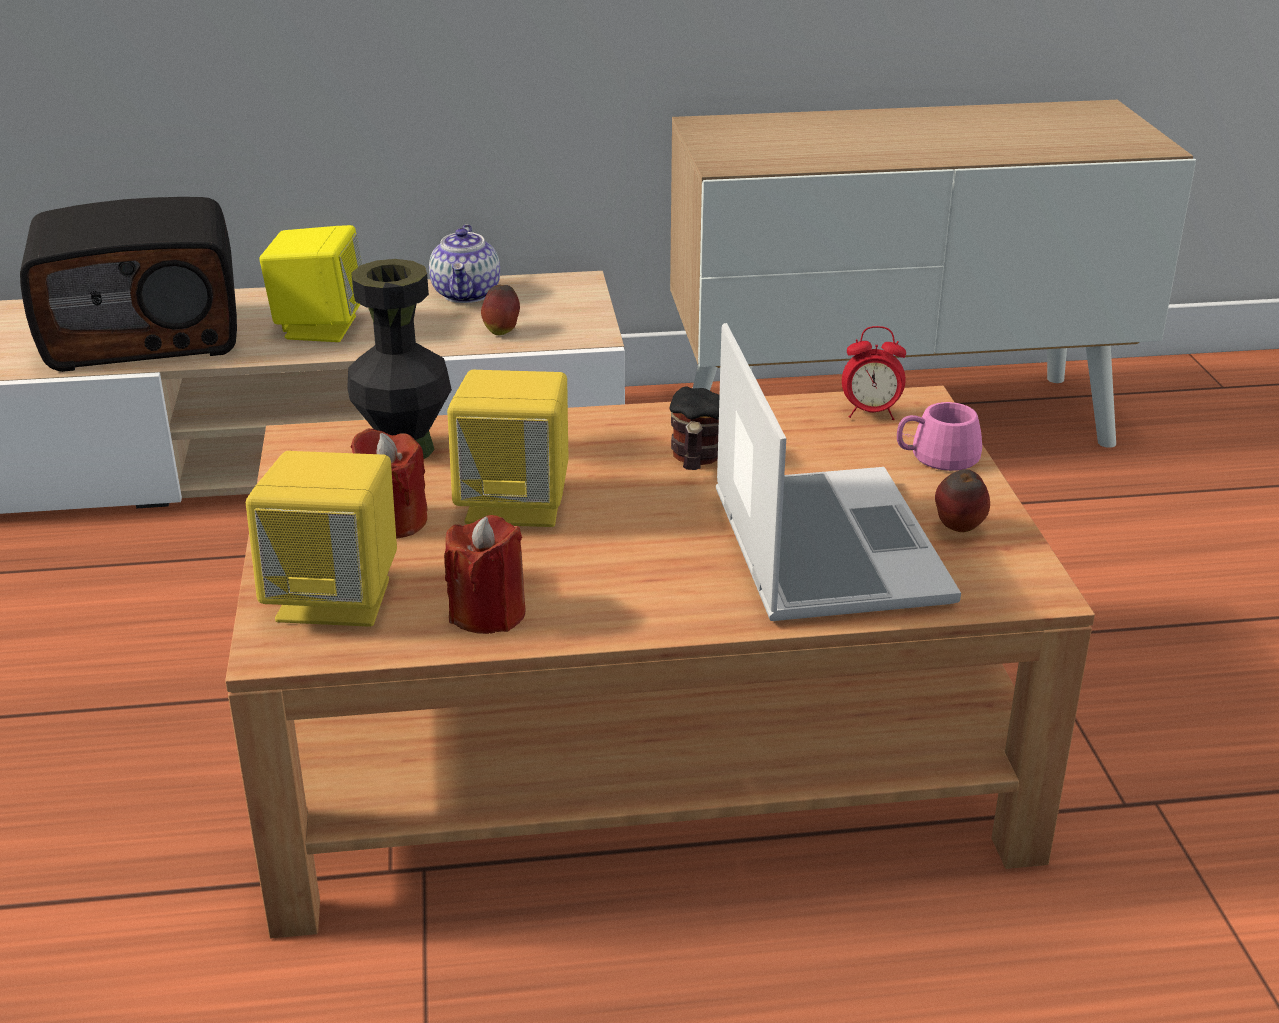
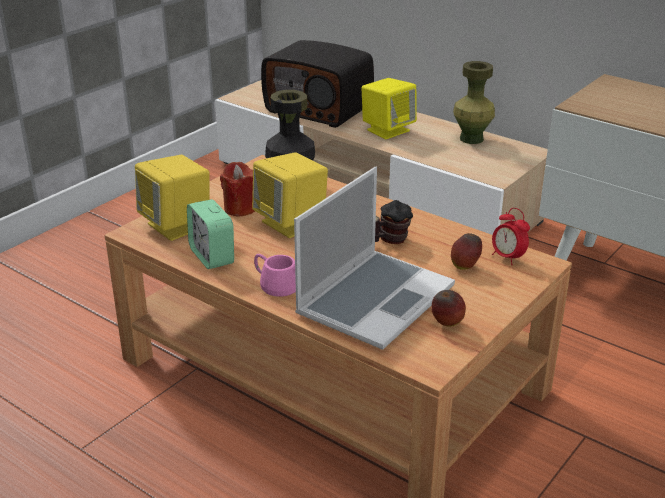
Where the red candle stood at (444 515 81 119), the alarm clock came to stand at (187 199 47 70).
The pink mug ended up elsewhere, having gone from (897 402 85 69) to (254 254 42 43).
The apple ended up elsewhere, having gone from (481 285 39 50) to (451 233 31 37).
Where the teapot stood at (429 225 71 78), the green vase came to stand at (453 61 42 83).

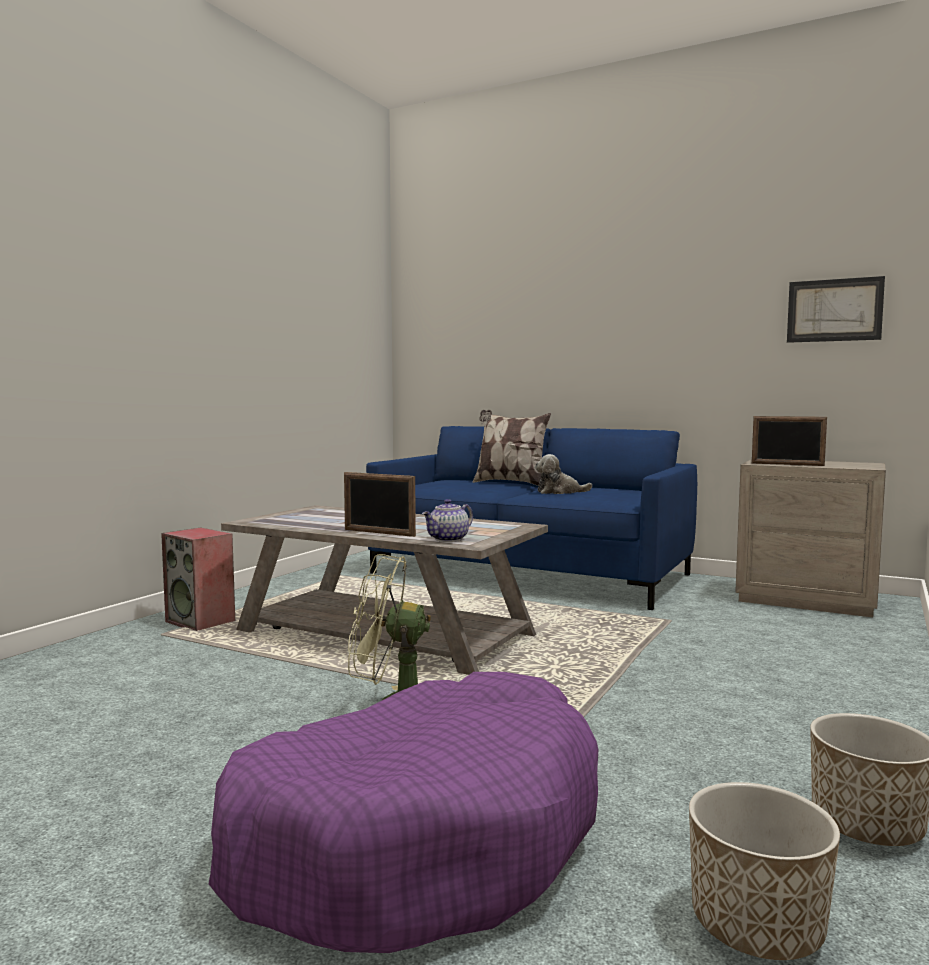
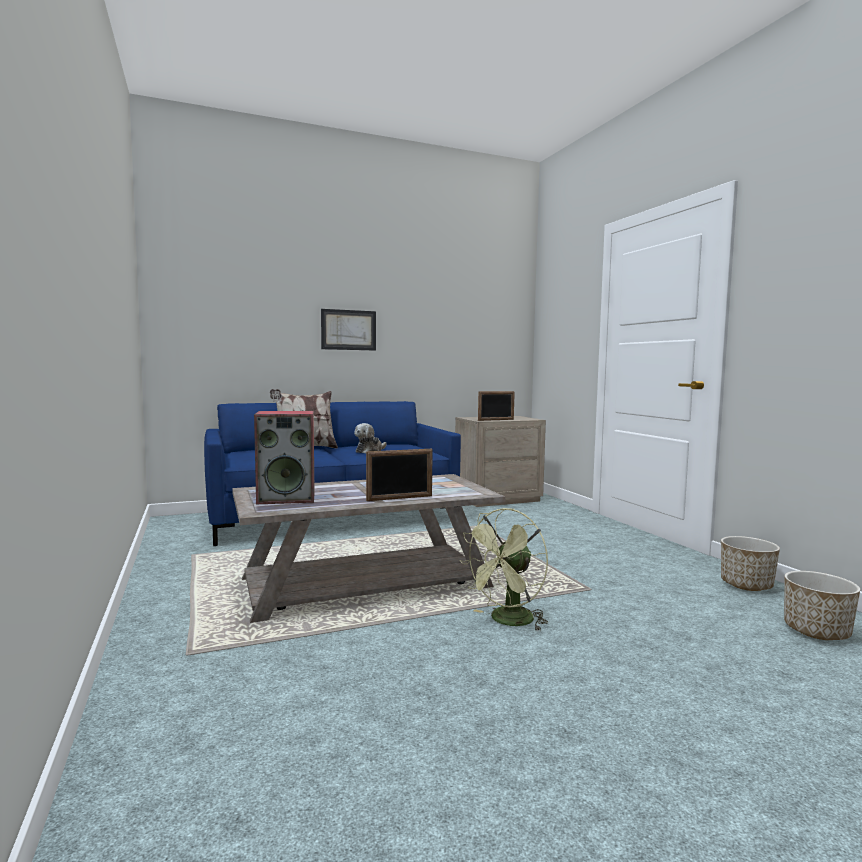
The speaker ended up elsewhere, having gone from (161 527 74 104) to (254 411 61 93).
The picture ended up elsewhere, having gone from (787 276 98 67) to (321 309 55 41).
The second view lost the purple dog bed at (209 672 390 281).
The second view lost the teapot at (422 499 51 43).

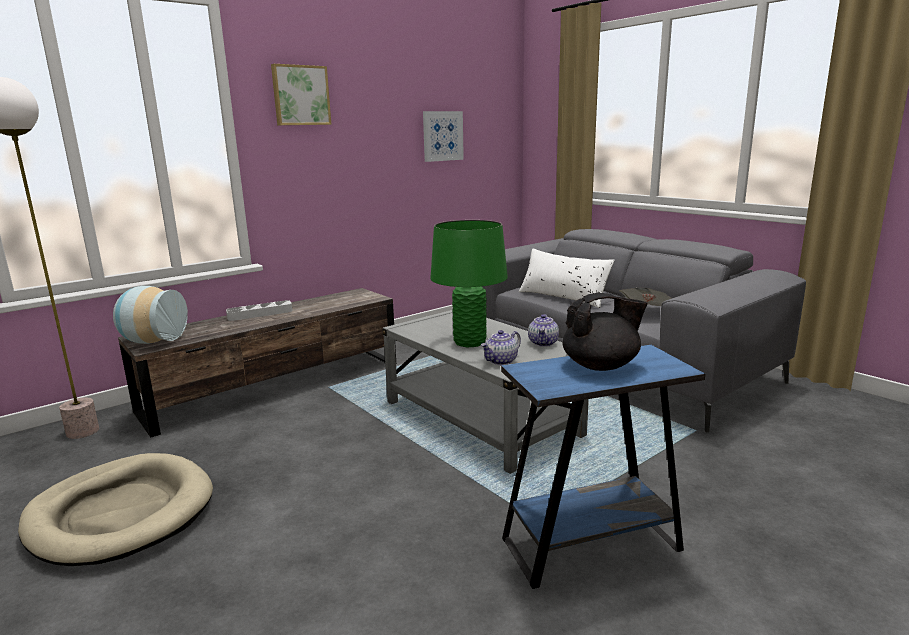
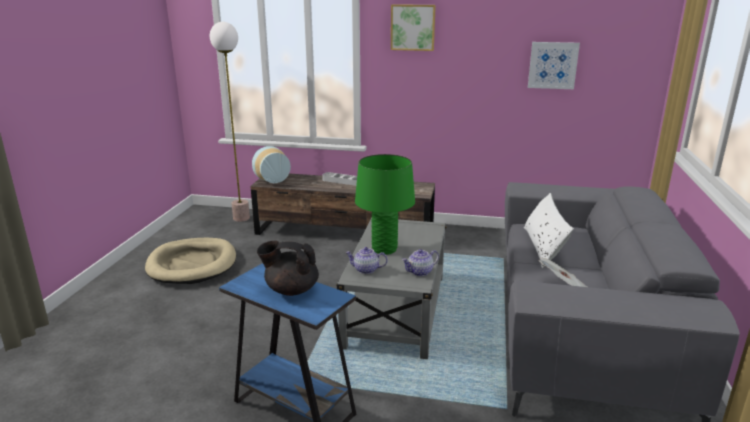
The black teapot at (562 293 85 78) ended up facing another way, 150 degrees clockwise from before.

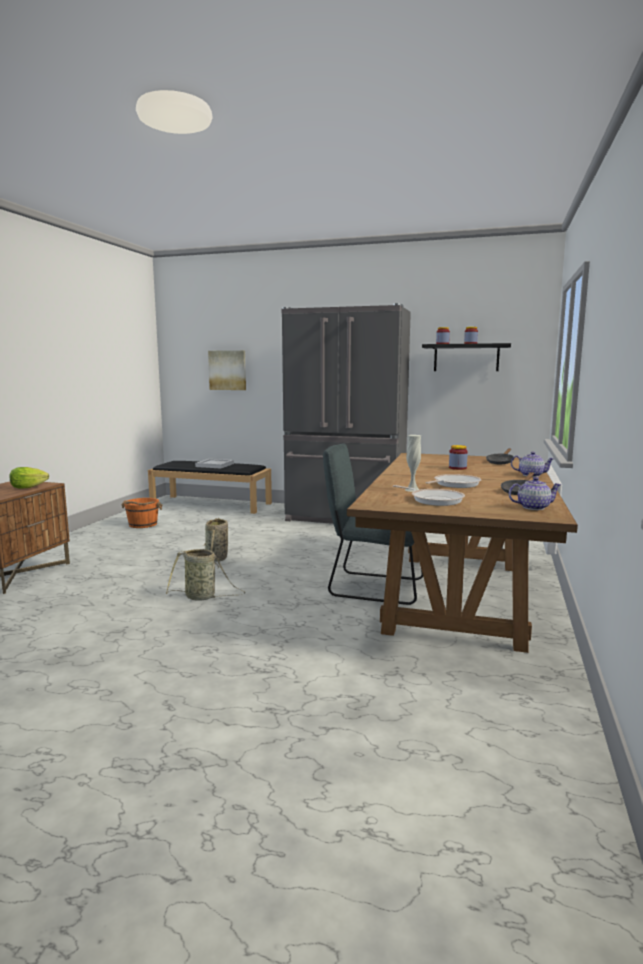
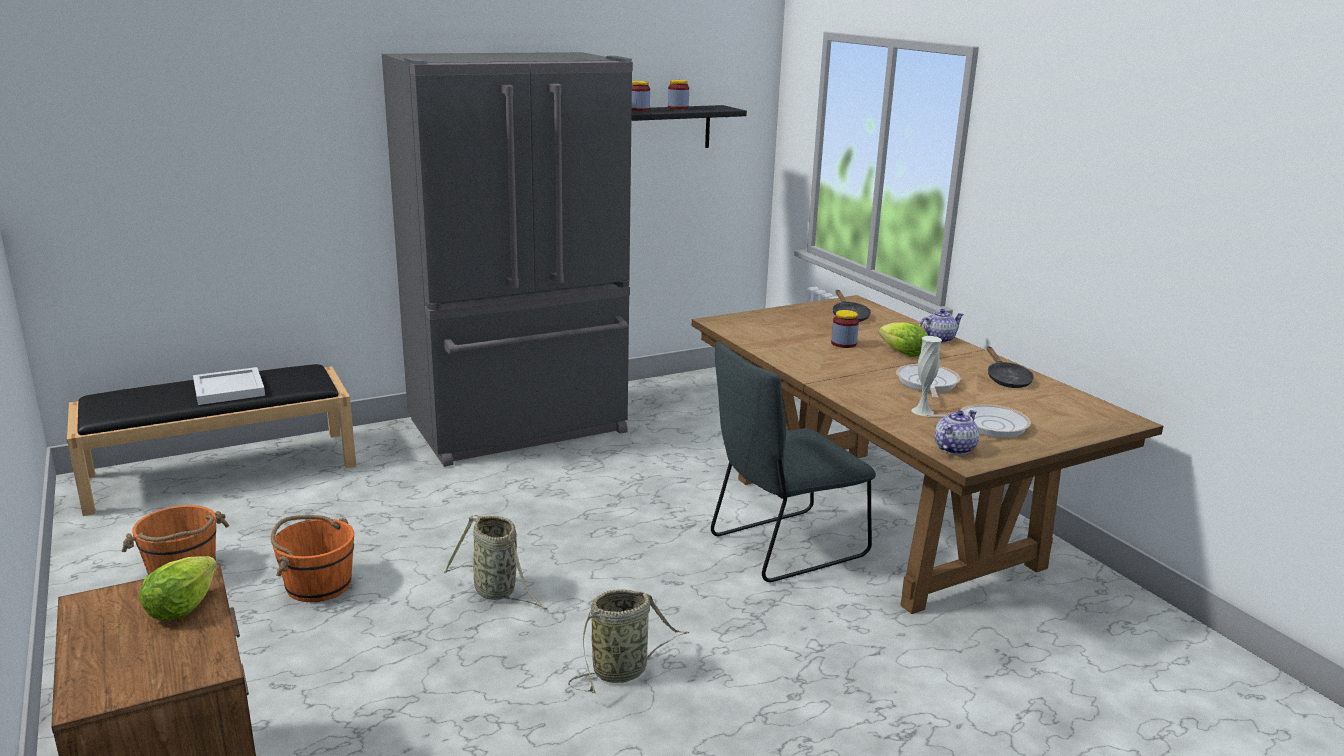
The second view gained the orange bucket at (271 515 83 87).
The second view gained the lettuce at (879 322 49 35).
The teapot ended up elsewhere, having gone from (509 477 52 33) to (935 410 44 45).
The second view lost the picture at (208 350 38 40).

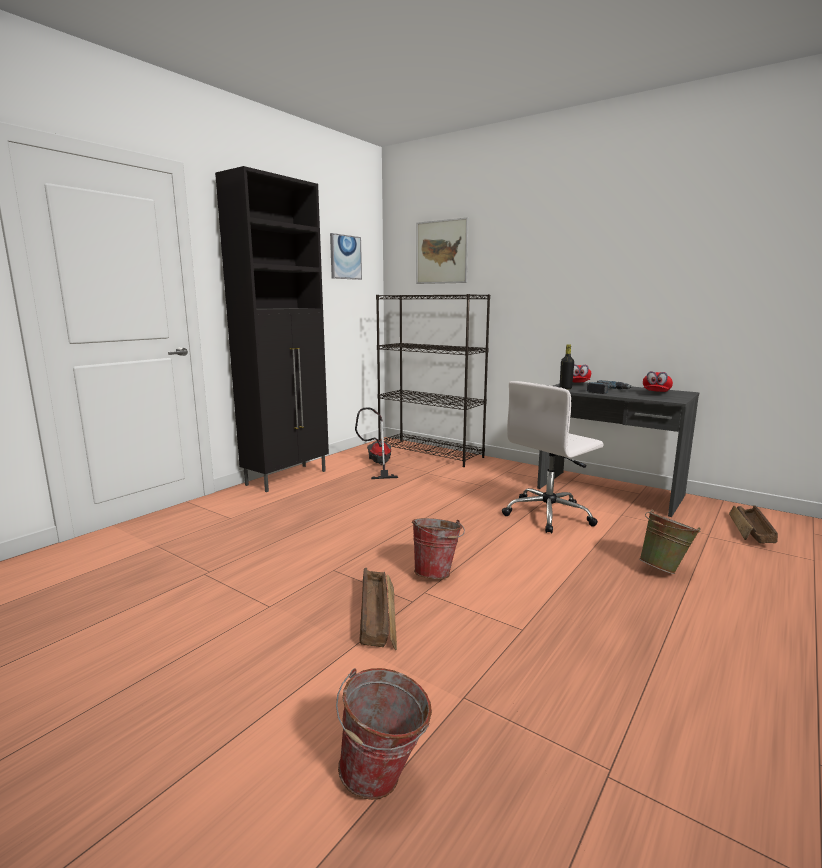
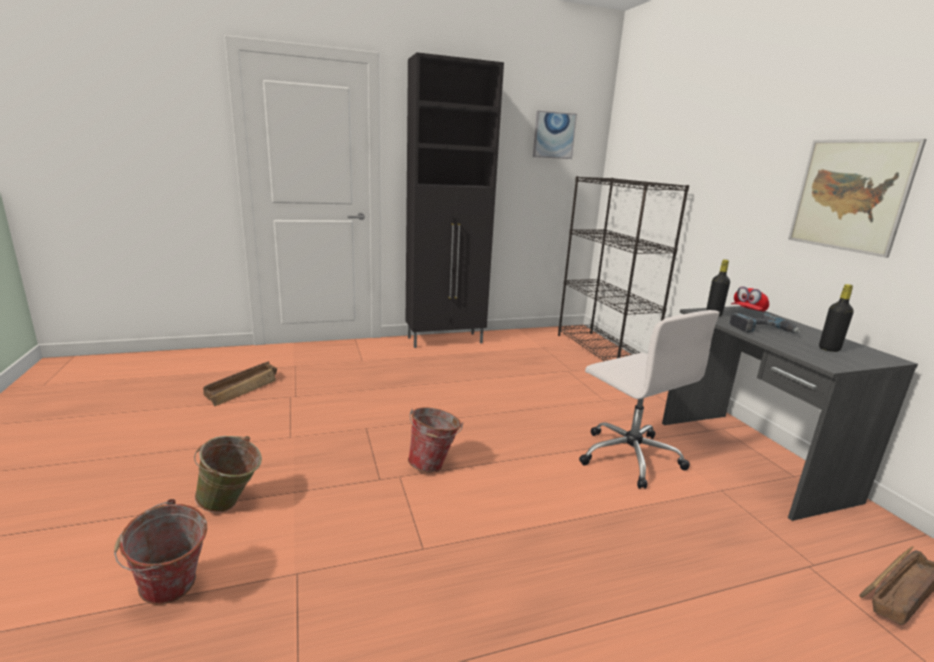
The green bucket ended up elsewhere, having gone from (639 510 62 64) to (194 436 68 77).
The crate ended up elsewhere, having gone from (360 567 37 83) to (203 361 74 45).
The white office chair at (502 381 101 152) ended up facing another way, 120 degrees counterclockwise from before.
The picture ended up elsewhere, having gone from (416 217 53 67) to (788 139 139 119).
Where the red cap stood at (643 371 30 21), the black bottle came to stand at (819 284 35 68).
The second view lost the vacuum cleaner at (355 407 43 72).

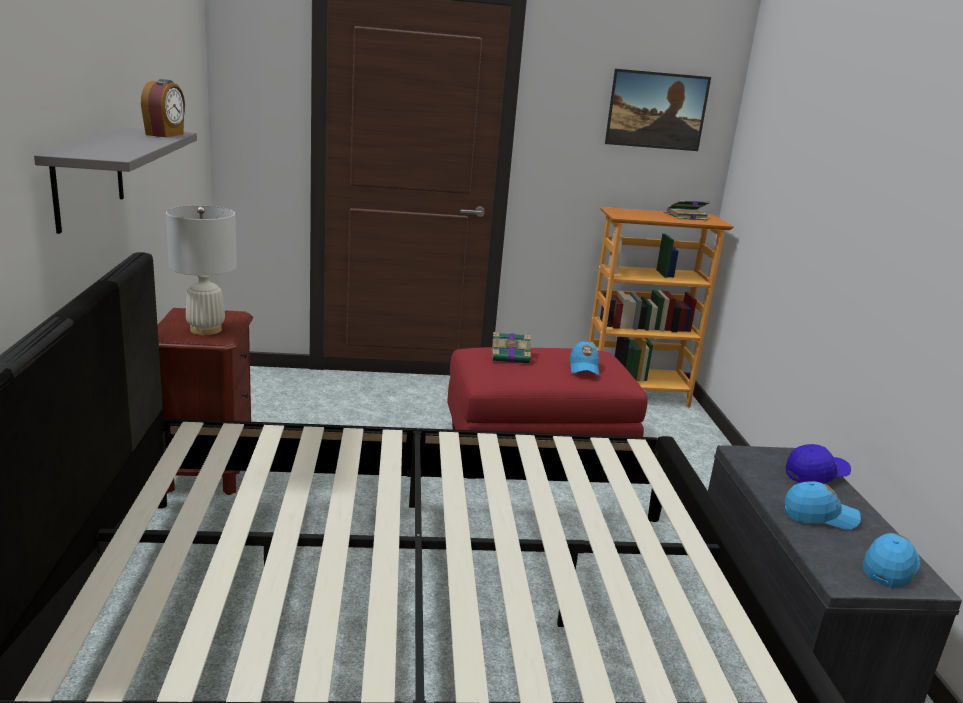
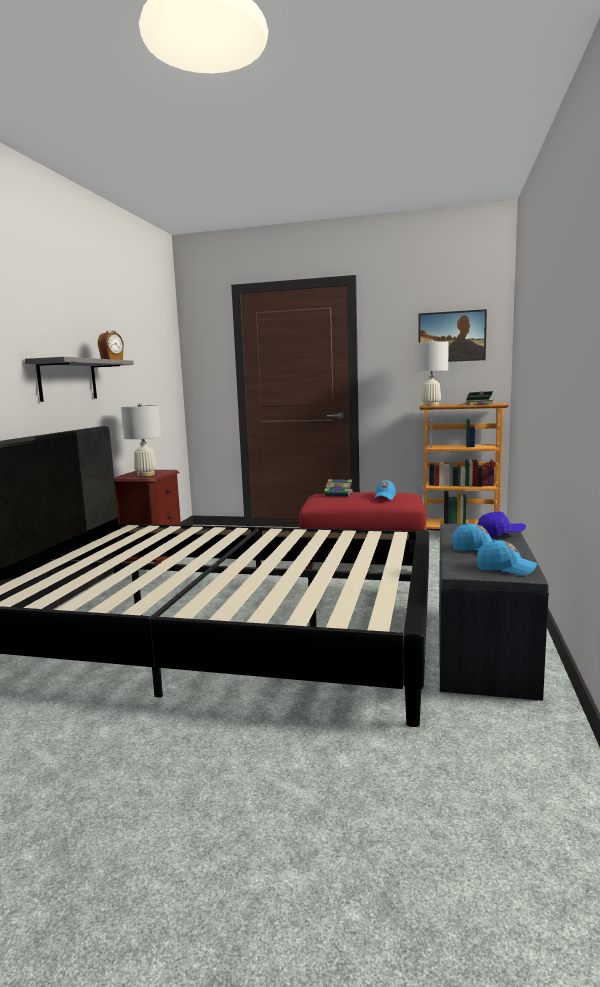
The second view gained the white table lamp at (415 340 34 66).
The blue cap at (863 533 57 55) ended up facing another way, 60 degrees clockwise from before.

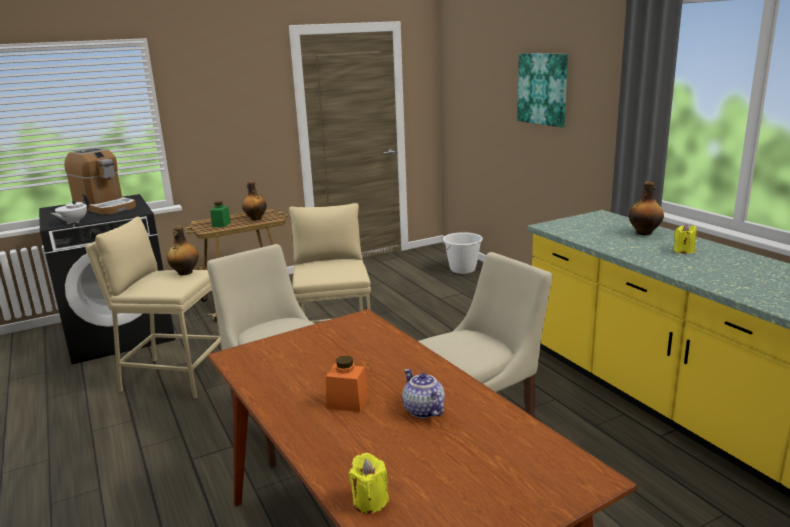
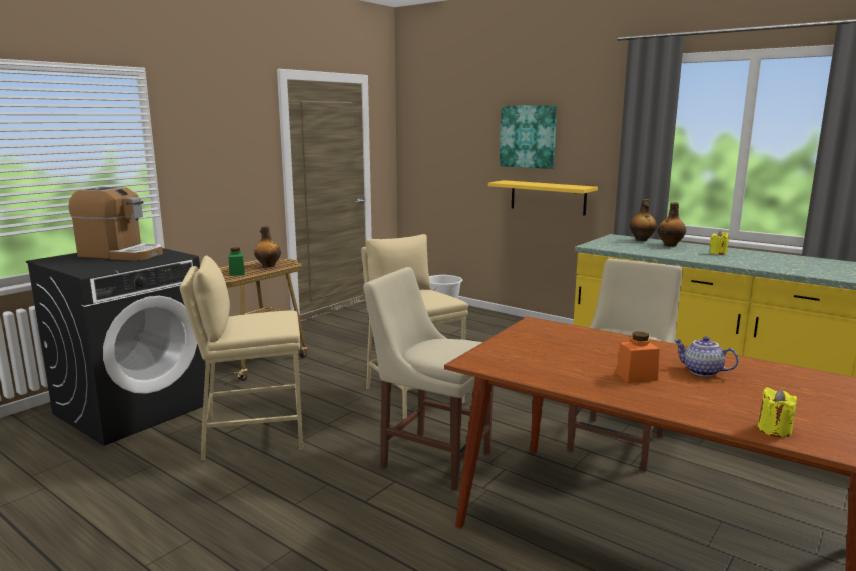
The second view gained the yellow shelf at (488 180 110 36).
The bottle ended up elsewhere, having gone from (167 226 32 49) to (630 199 27 42).
The second view lost the white teapot at (50 194 39 30).

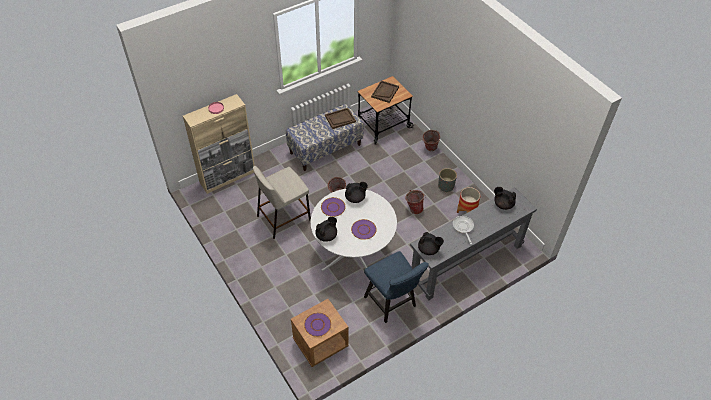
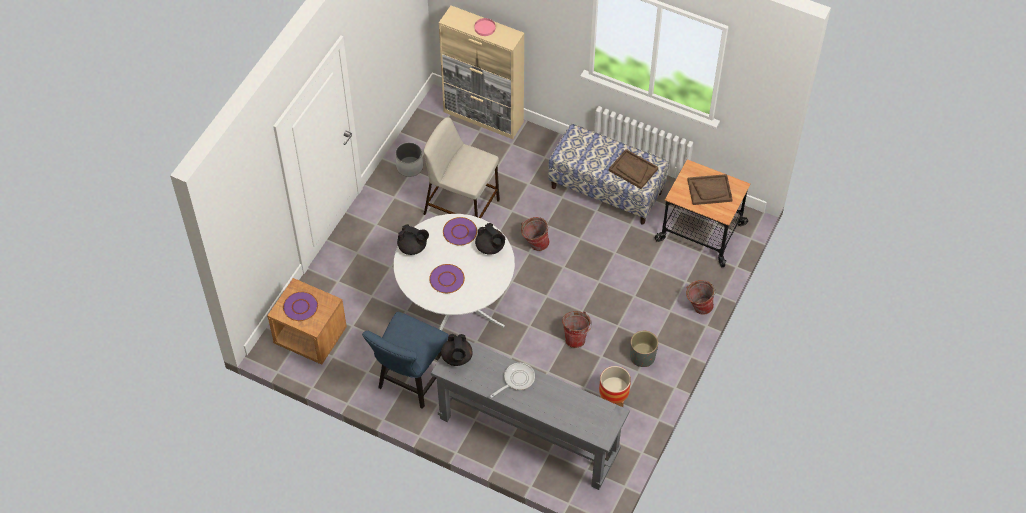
The second view gained the white planter at (395 142 28 35).
The second view lost the black teapot at (494 187 22 23).

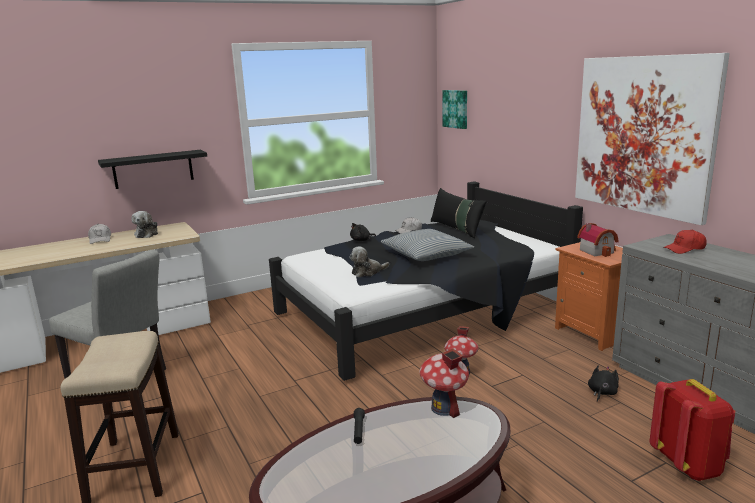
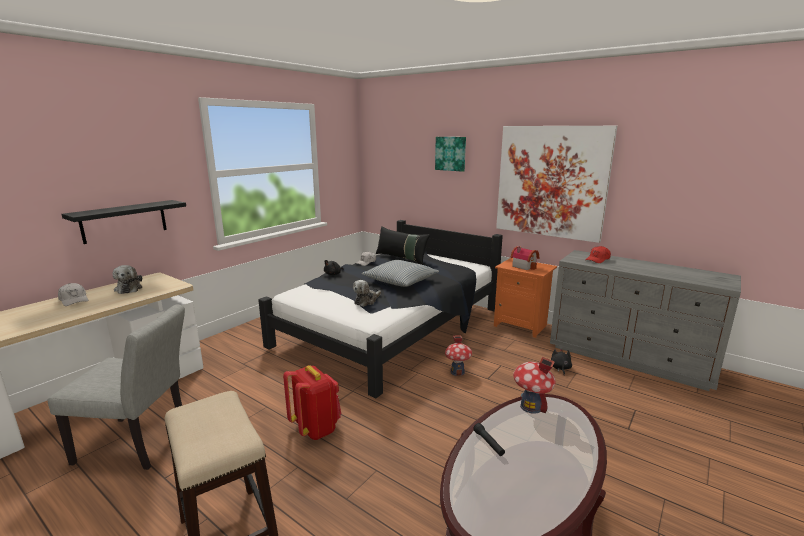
The red backpack ended up elsewhere, having gone from (649 379 86 102) to (283 365 58 75).
The picture ended up elsewhere, having gone from (442 90 25 39) to (435 137 31 35).

